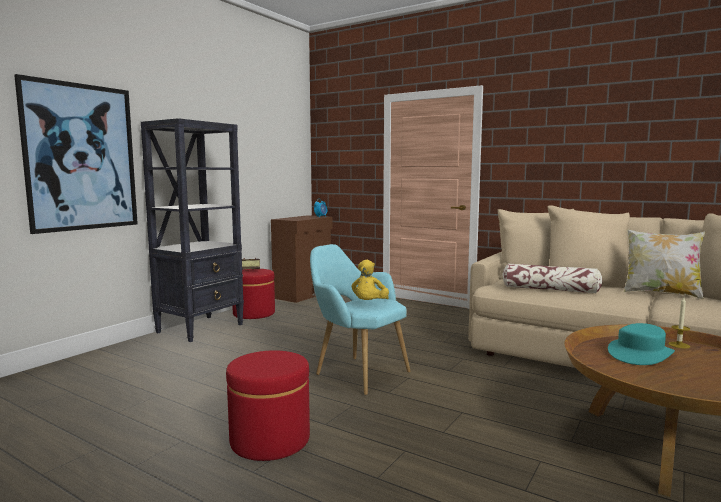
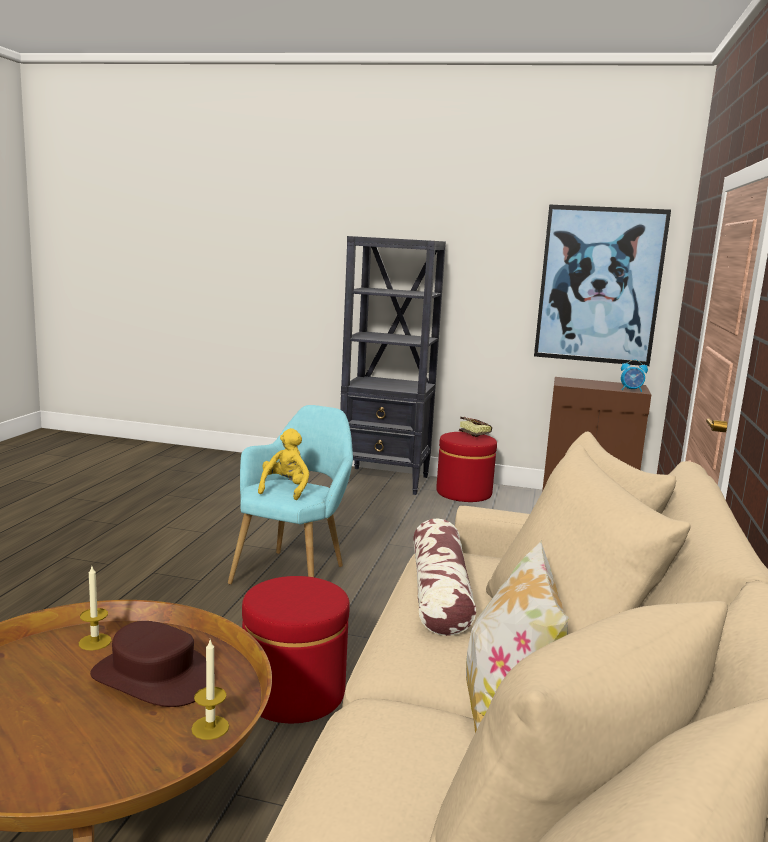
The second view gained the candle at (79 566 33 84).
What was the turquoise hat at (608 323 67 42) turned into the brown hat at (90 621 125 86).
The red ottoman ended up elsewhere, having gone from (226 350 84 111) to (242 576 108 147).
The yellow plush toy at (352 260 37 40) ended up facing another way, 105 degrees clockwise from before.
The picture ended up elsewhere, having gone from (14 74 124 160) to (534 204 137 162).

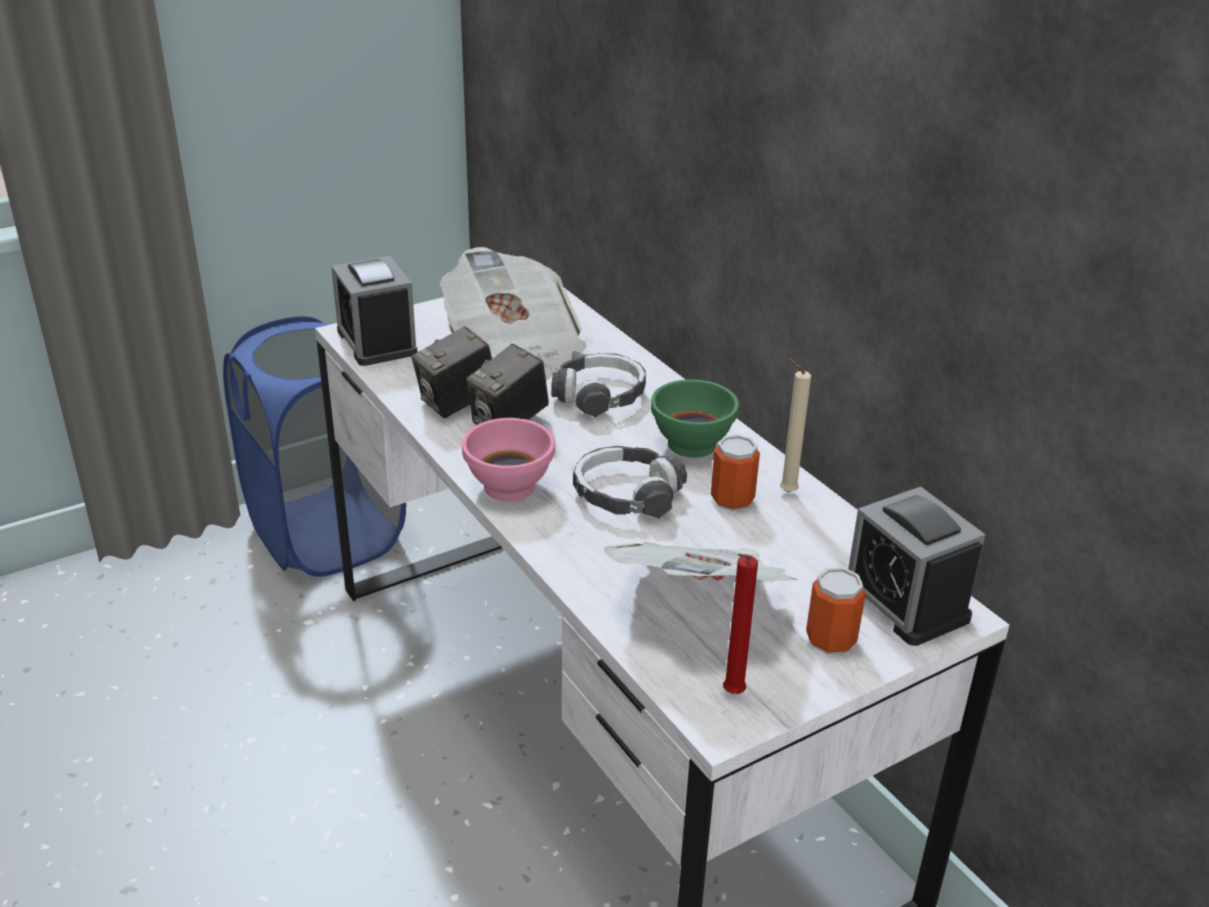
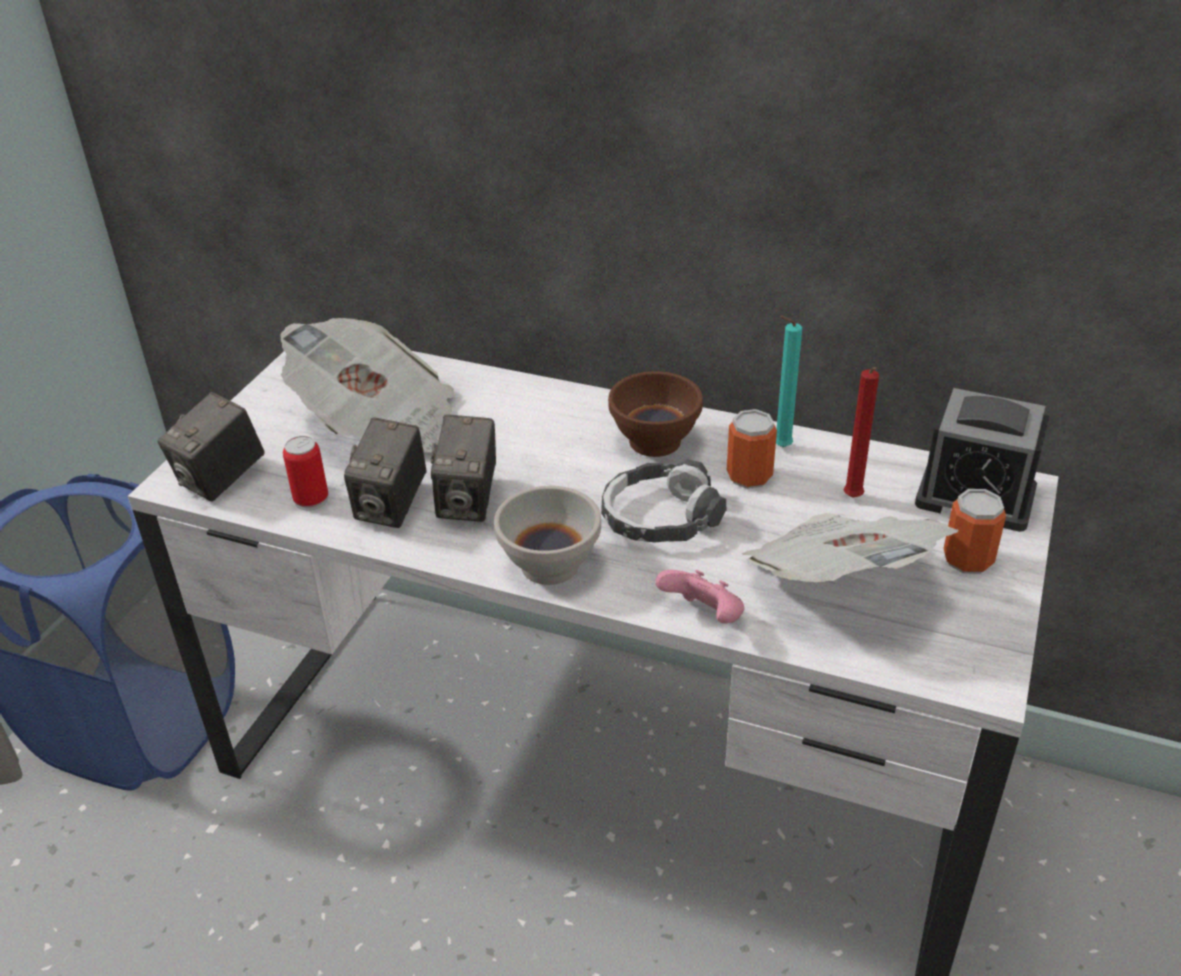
Where the alarm clock stood at (331 256 86 110), the photo camera came to stand at (157 392 108 110).
The second view gained the can at (283 436 45 74).
What was the pink bowl at (462 418 93 83) turned into the white bowl at (494 486 107 99).
What was the green bowl at (651 379 88 79) turned into the brown bowl at (608 371 95 86).
The second view gained the pink game controller at (655 570 89 54).
What was the beige candle at (780 358 31 135) turned into the turquoise candle at (776 316 26 131).
The red candle ended up elsewhere, having gone from (723 553 35 141) to (843 367 36 130).
The second view lost the headphones at (551 353 95 64).

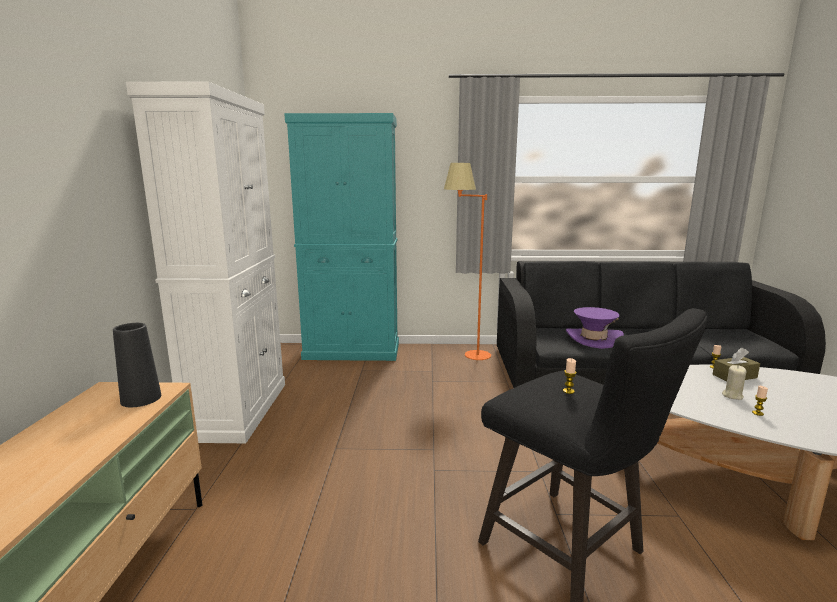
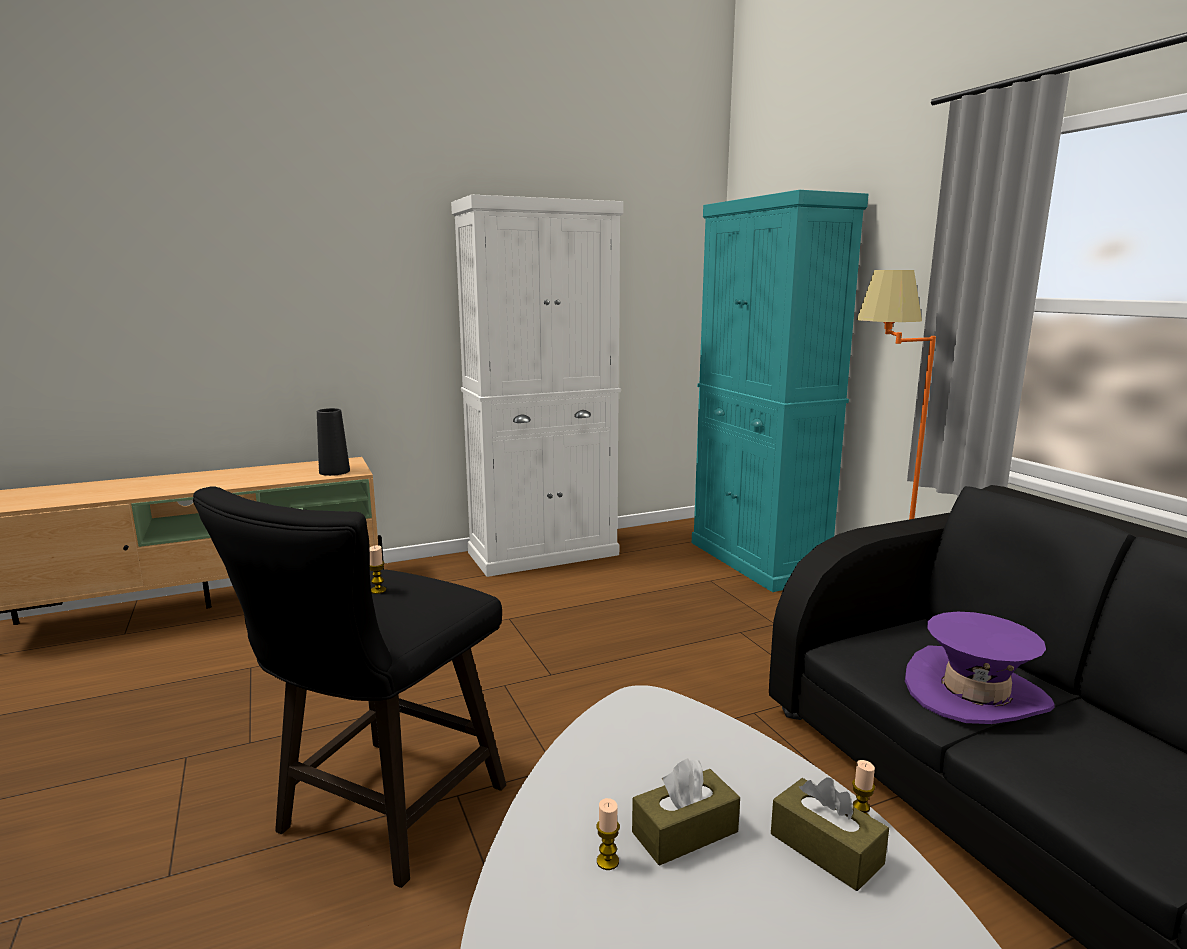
Where the beige candle stood at (722 365 24 35), the brown tissue box came to stand at (632 758 108 108).

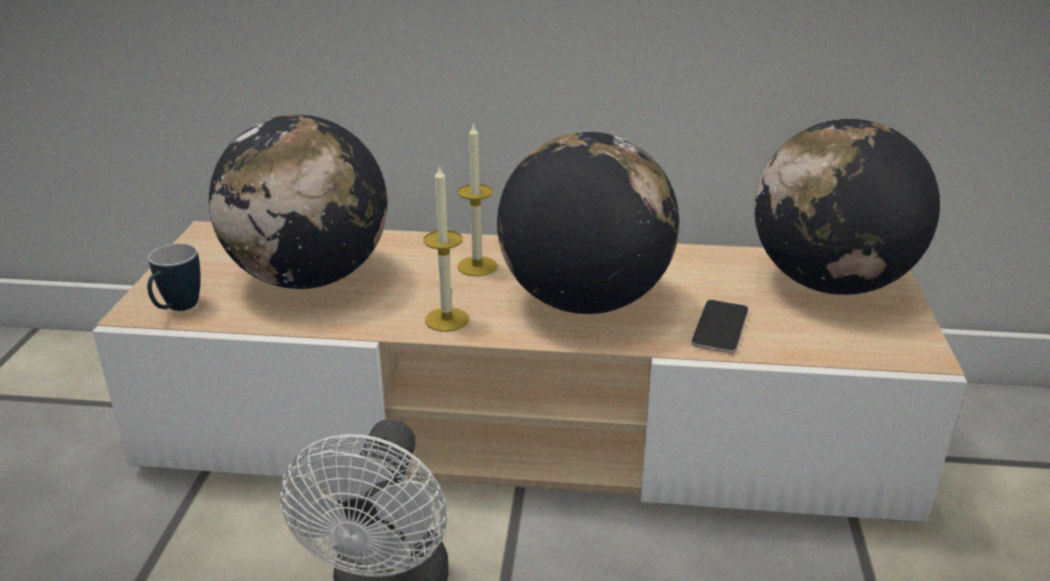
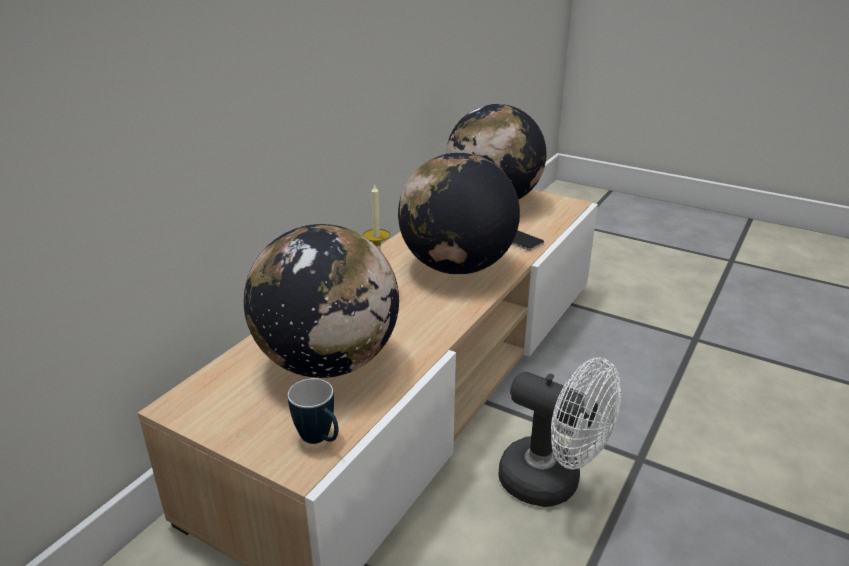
The second view lost the candle at (423 164 46 168).

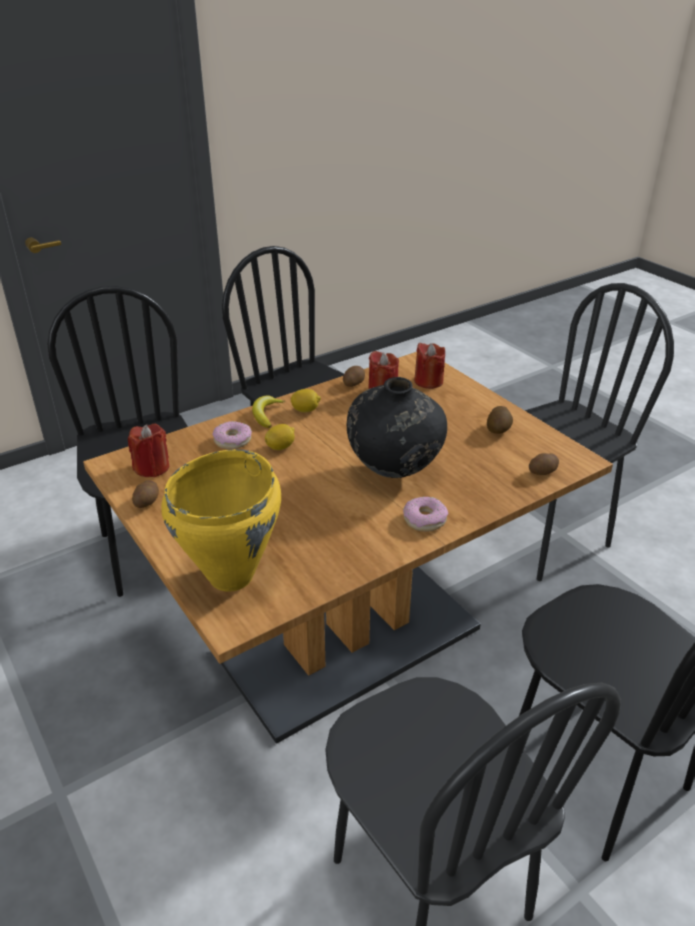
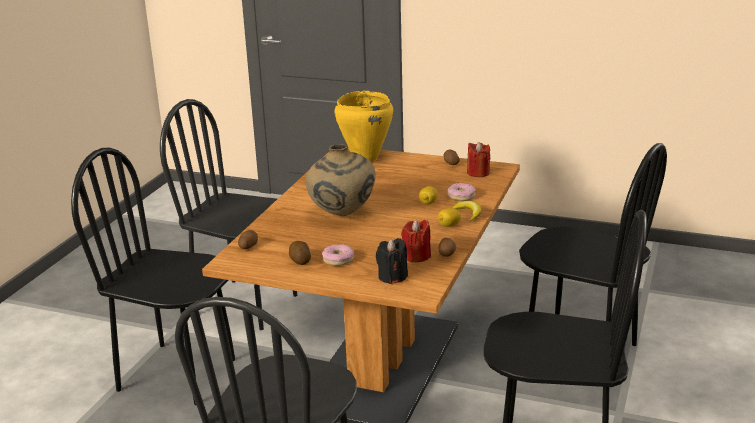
What was the black vase at (347 377 100 101) turned into the beige vase at (305 144 71 72).
The donut ended up elsewhere, having gone from (403 497 45 35) to (322 244 32 22).
What was the red candle at (414 343 31 46) turned into the black candle at (376 238 32 46).

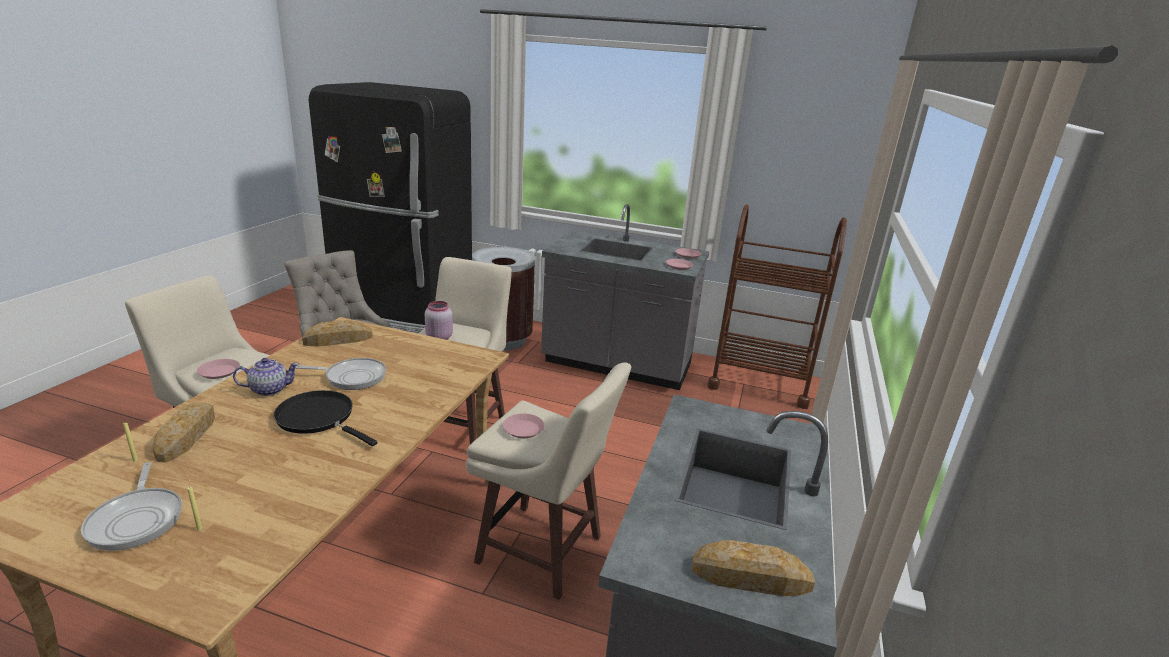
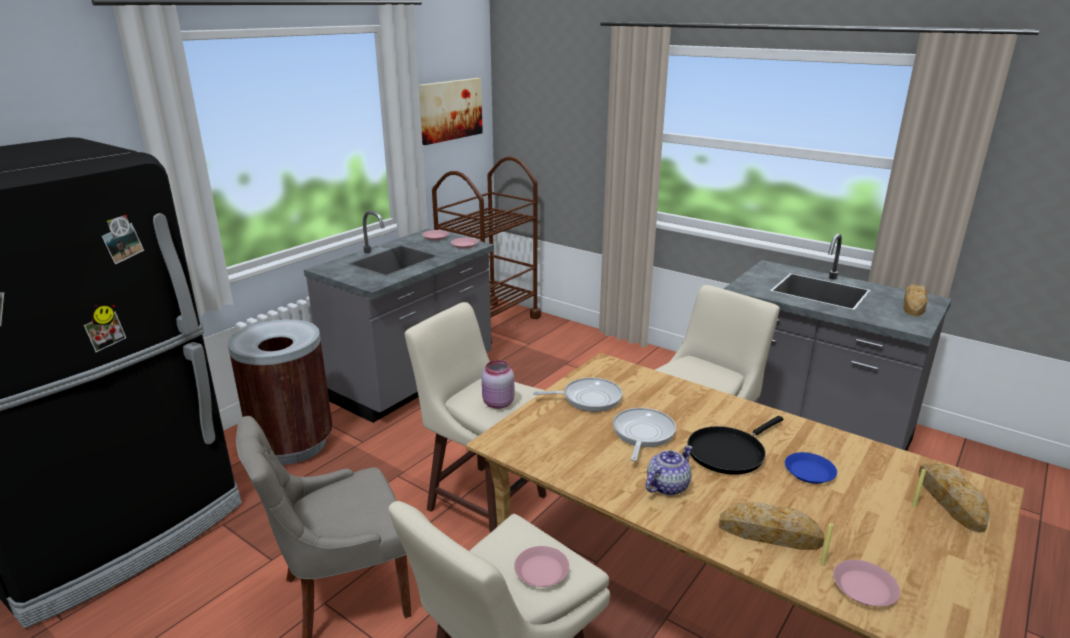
The second view gained the picture at (419 78 64 67).
The frying pan ended up elsewhere, having gone from (81 462 101 89) to (533 378 89 34).
The teapot at (233 358 66 38) ended up facing another way, 45 degrees clockwise from before.
The second view gained the blue plate at (785 452 52 32).
The pink plate ended up elsewhere, having gone from (503 413 42 25) to (833 560 67 47).
The bread ended up elsewhere, having gone from (302 320 71 27) to (919 463 71 70).

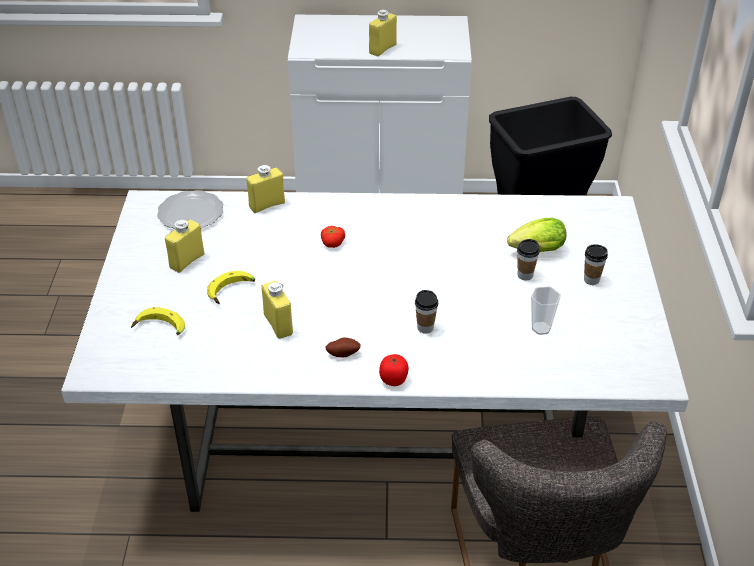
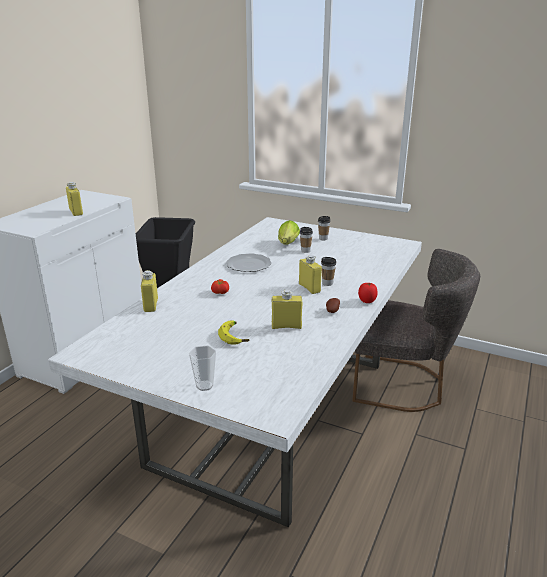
The cup ended up elsewhere, having gone from (531 286 30 49) to (189 346 27 45).
The plate ended up elsewhere, having gone from (157 190 67 39) to (226 253 46 19).
The yellow bottle ended up elsewhere, having gone from (165 220 39 53) to (299 255 23 39).
The second view lost the banana at (131 307 54 28).

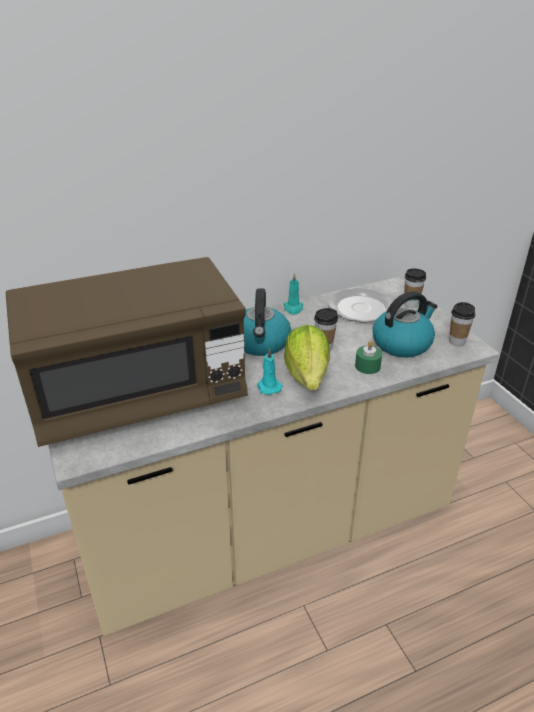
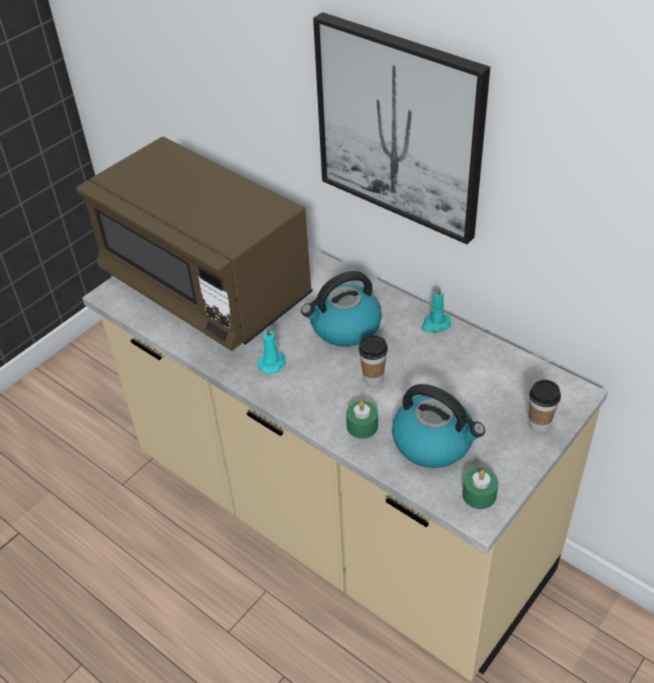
The second view gained the picture at (313 12 177 232).
Where the cup stood at (449 302 26 44), the green candle came to stand at (462 468 36 41).
The second view lost the lettuce at (284 325 46 65).
The second view lost the plate at (328 288 65 34).

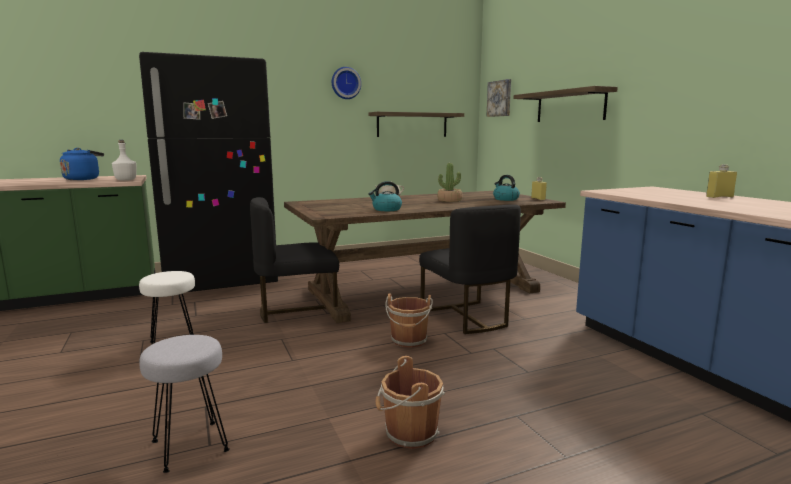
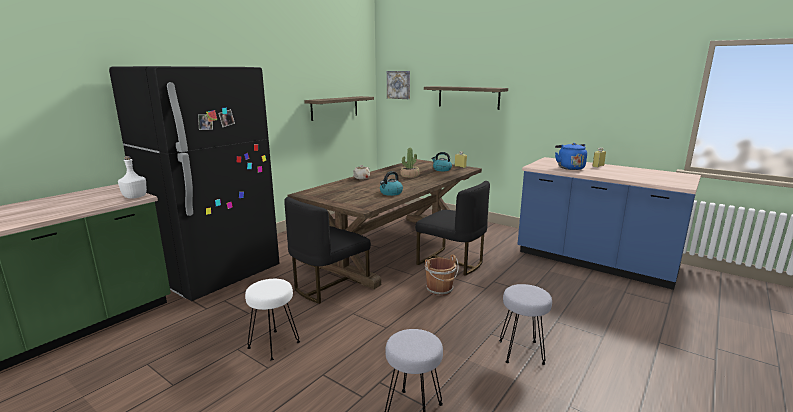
Where the brown bucket stood at (375 356 70 93), the grey stool came to stand at (499 284 53 81).
The blue kettle ended up elsewhere, having gone from (60 148 44 32) to (555 143 32 27).
The second view lost the wall clock at (332 67 29 32).

